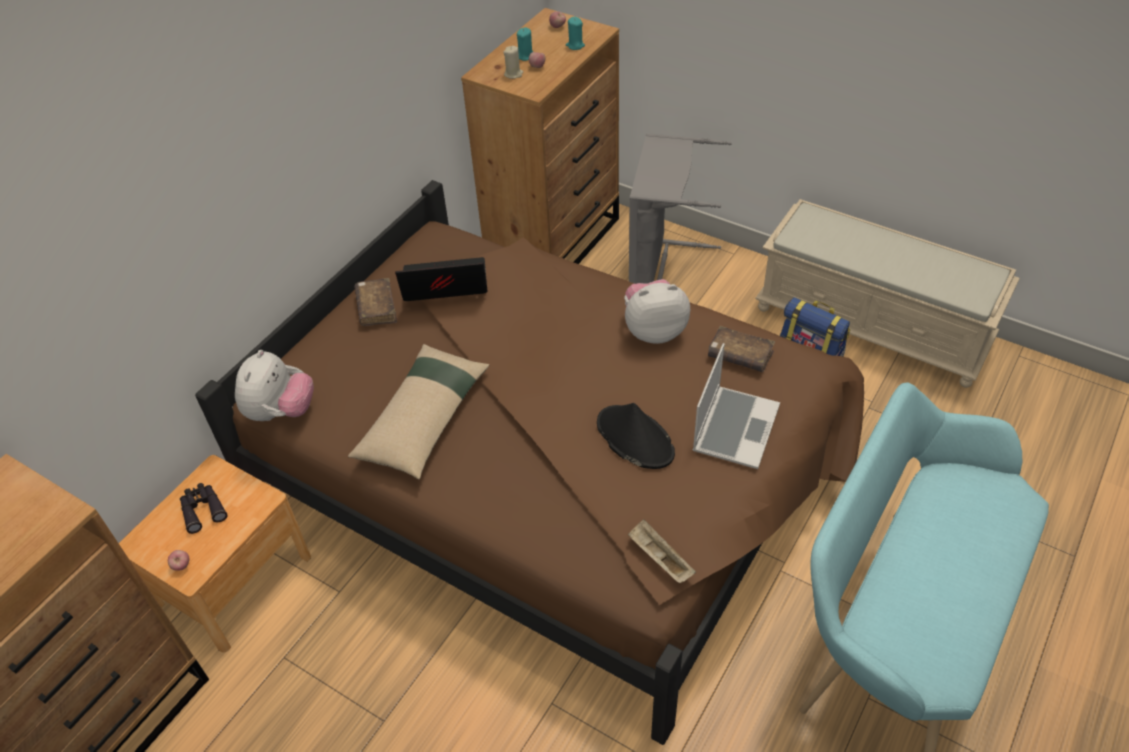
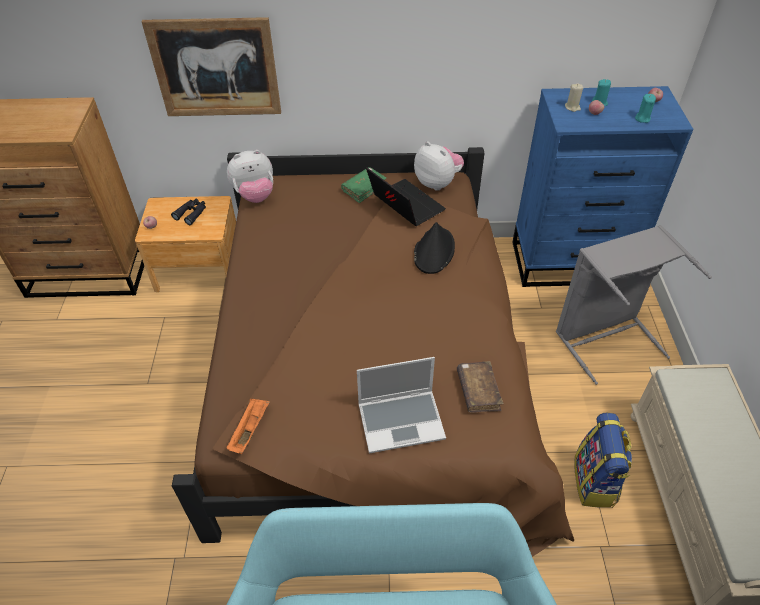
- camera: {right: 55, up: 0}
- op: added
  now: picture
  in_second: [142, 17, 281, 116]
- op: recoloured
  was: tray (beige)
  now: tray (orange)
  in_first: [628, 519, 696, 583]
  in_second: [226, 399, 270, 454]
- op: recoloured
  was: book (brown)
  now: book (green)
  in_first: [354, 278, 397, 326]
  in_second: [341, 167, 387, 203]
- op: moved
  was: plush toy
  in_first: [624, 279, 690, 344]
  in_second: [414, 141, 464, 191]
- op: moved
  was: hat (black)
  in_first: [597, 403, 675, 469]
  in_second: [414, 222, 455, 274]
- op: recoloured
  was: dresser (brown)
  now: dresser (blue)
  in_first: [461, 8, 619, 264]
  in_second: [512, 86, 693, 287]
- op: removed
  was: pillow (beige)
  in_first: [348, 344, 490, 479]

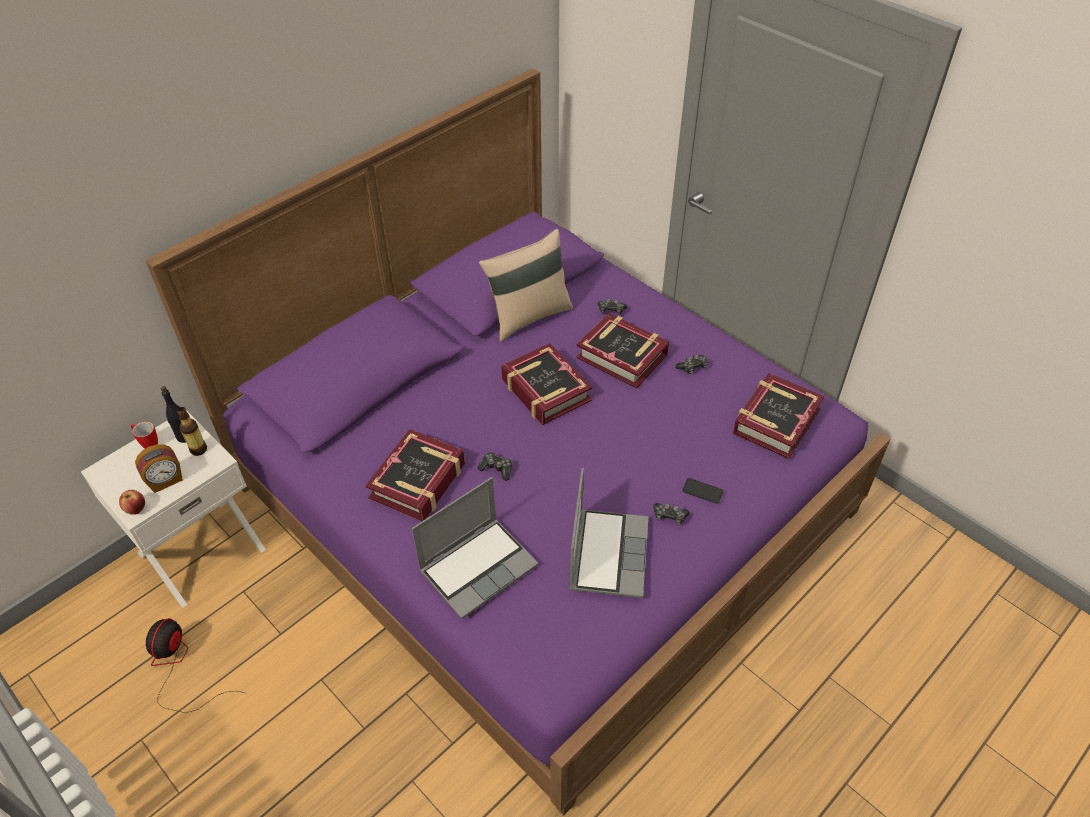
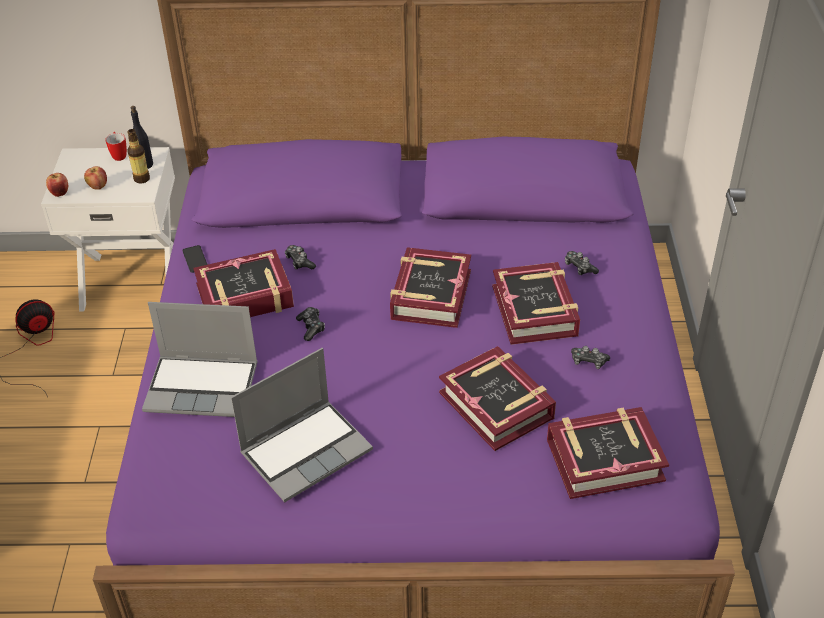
- camera: {right: 45, up: -5}
- op: replaced
  was: alarm clock
  now: apple
  in_first: [135, 444, 183, 493]
  in_second: [84, 166, 107, 190]
- op: moved
  was: phone
  in_first: [682, 478, 724, 504]
  in_second: [182, 245, 208, 273]
- op: moved
  was: game controller
  in_first: [653, 503, 689, 525]
  in_second: [285, 245, 316, 270]
- op: added
  now: book
  in_second: [439, 346, 556, 451]
- op: removed
  was: pillow (beige)
  in_first: [479, 229, 573, 342]

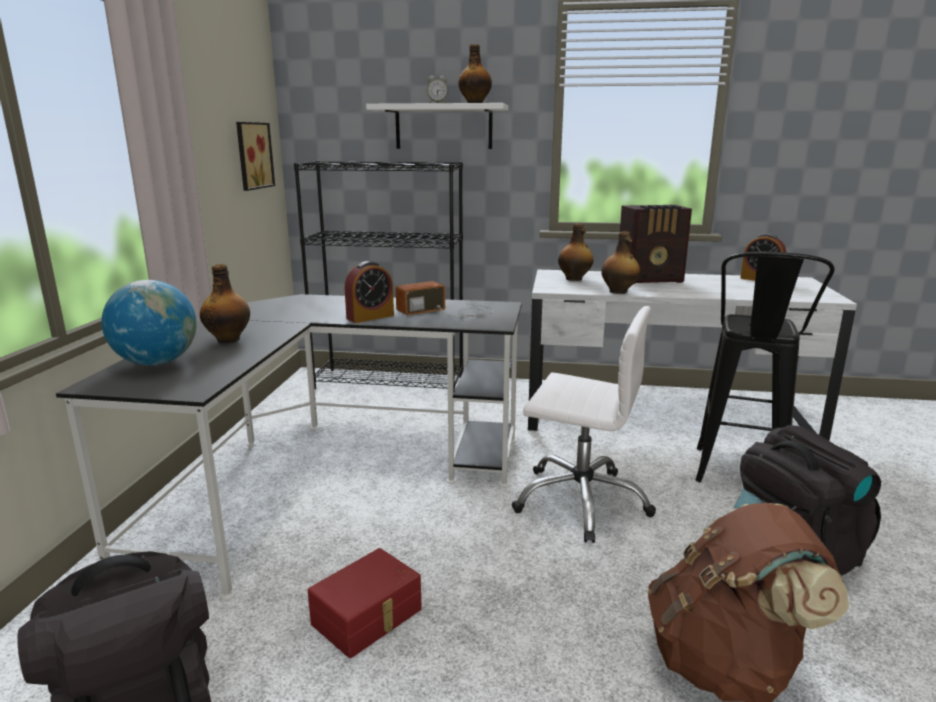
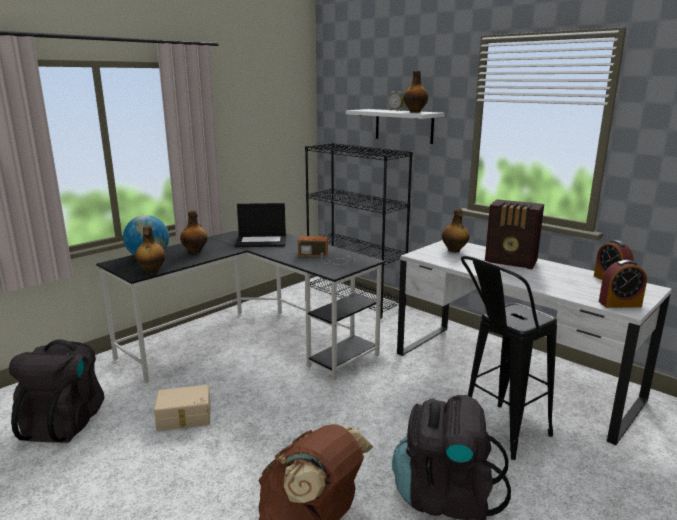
- camera: {right: 35, up: 0}
- op: moved
  was: bottle
  in_first: [601, 232, 640, 294]
  in_second: [135, 226, 166, 274]
- op: recoloured
  was: storage box (red)
  now: storage box (beige)
  in_first: [308, 548, 422, 658]
  in_second: [154, 385, 211, 431]
- op: added
  now: laptop
  in_second: [235, 203, 286, 247]
- op: moved
  was: alarm clock
  in_first: [345, 261, 394, 323]
  in_second: [599, 260, 647, 308]
- op: removed
  was: picture
  in_first: [236, 122, 275, 191]
- op: removed
  was: office chair (white)
  in_first: [512, 306, 656, 543]

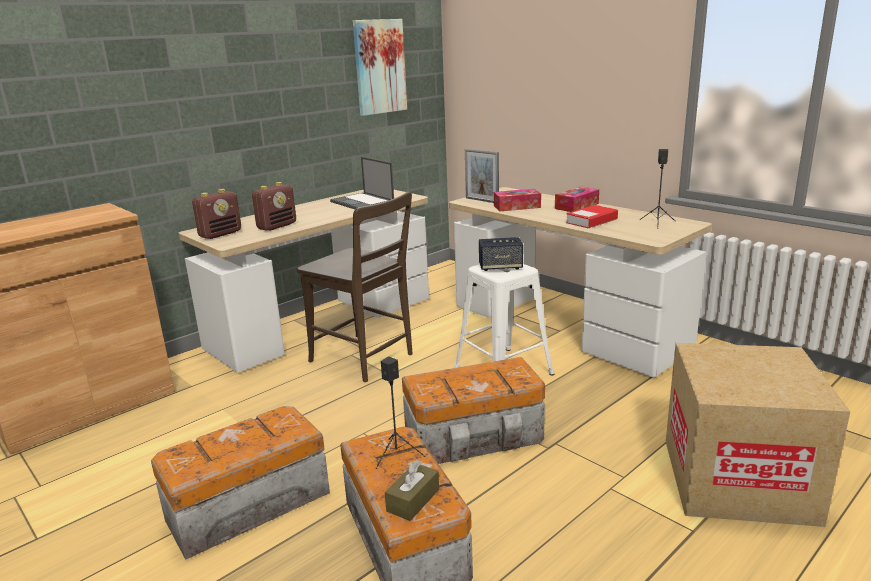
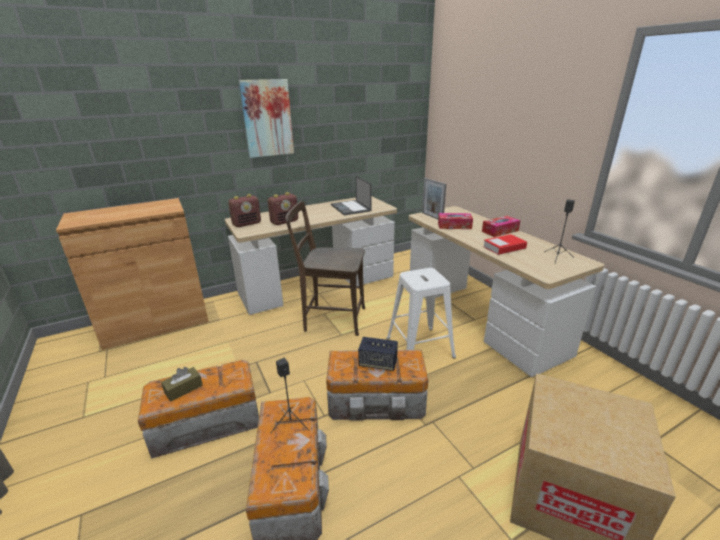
- camera: {right: 15, up: 5}
- op: moved
  was: tissue box (brown)
  in_first: [385, 460, 439, 521]
  in_second: [161, 367, 203, 402]
- op: moved
  was: picture
  in_first: [353, 19, 407, 116]
  in_second: [239, 79, 294, 158]
- op: turned
  was: chair (brown)
  in_first: [297, 192, 413, 382]
  in_second: [285, 201, 365, 336]
  clockwise: 135
- op: moved
  was: speaker
  in_first: [479, 237, 523, 271]
  in_second: [358, 337, 398, 371]

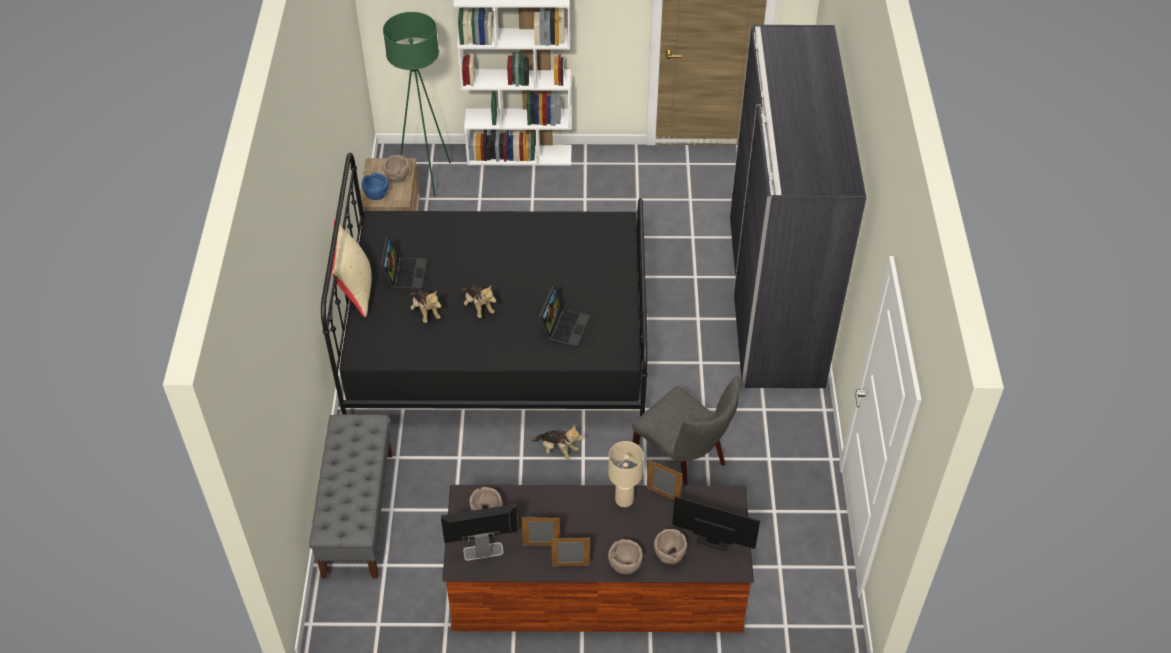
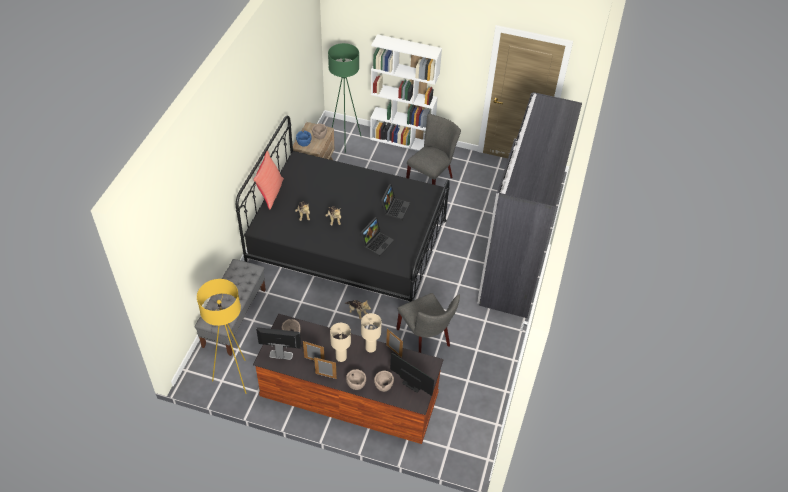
- camera: {right: 15, up: 0}
- op: added
  now: floor lamp (yellow)
  in_second: [197, 279, 246, 394]
- op: recoloured
  was: pillow (beige)
  now: pillow (red)
  in_first: [331, 218, 371, 317]
  in_second: [253, 150, 284, 209]
- op: added
  now: table lamp (beige)
  in_second: [330, 323, 351, 362]
- op: moved
  was: laptop
  in_first: [380, 236, 427, 290]
  in_second: [381, 184, 410, 220]
- op: added
  now: chair (grey)
  in_second: [406, 114, 461, 185]

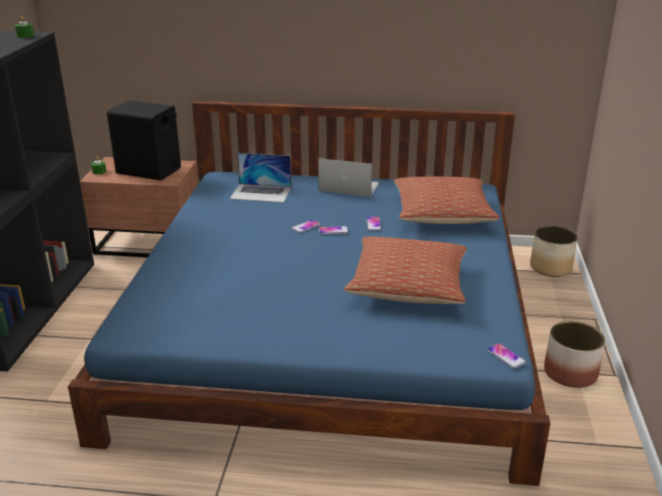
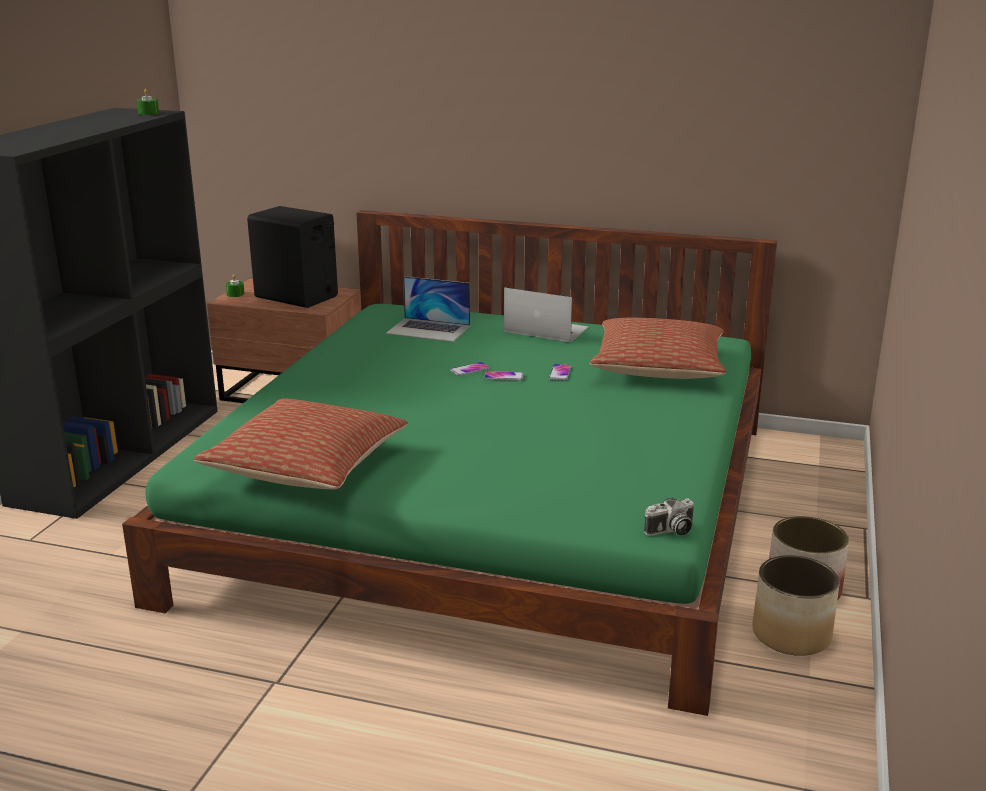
- camera: {right: 10, up: -5}
- op: recoloured
  was: bed (blue)
  now: bed (green)
  in_first: [68, 101, 550, 486]
  in_second: [122, 210, 777, 716]
- op: moved
  was: pillow
  in_first: [344, 236, 467, 304]
  in_second: [194, 398, 408, 489]
- op: replaced
  was: phone
  now: photo camera
  in_first: [487, 343, 526, 369]
  in_second: [644, 497, 694, 536]
- op: moved
  was: planter
  in_first: [530, 226, 578, 277]
  in_second: [753, 555, 840, 656]

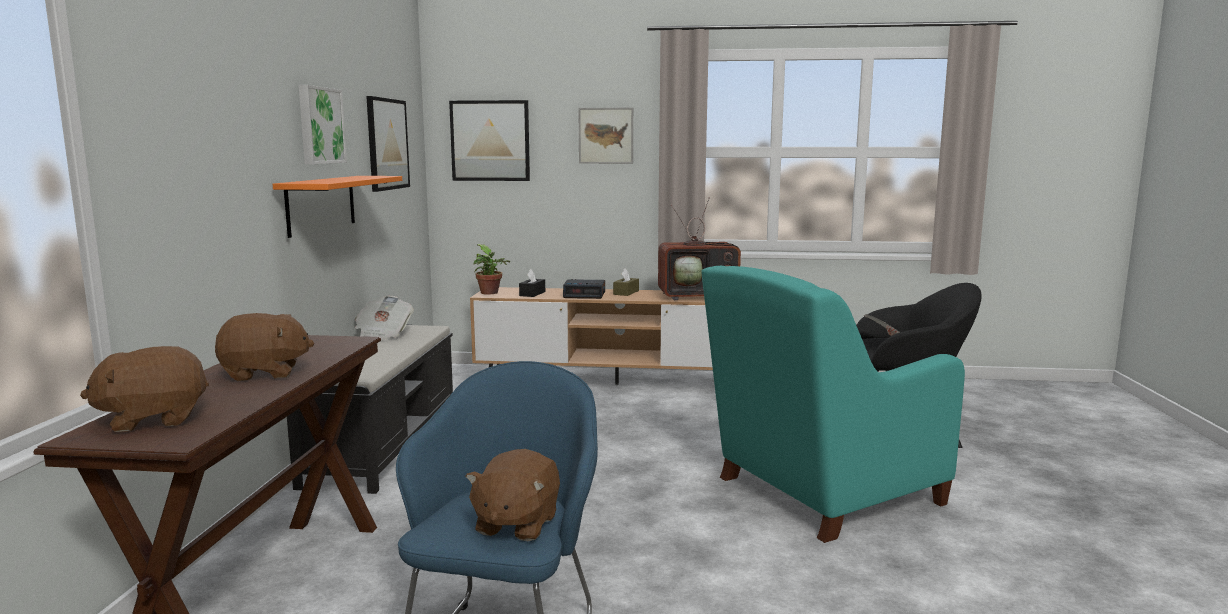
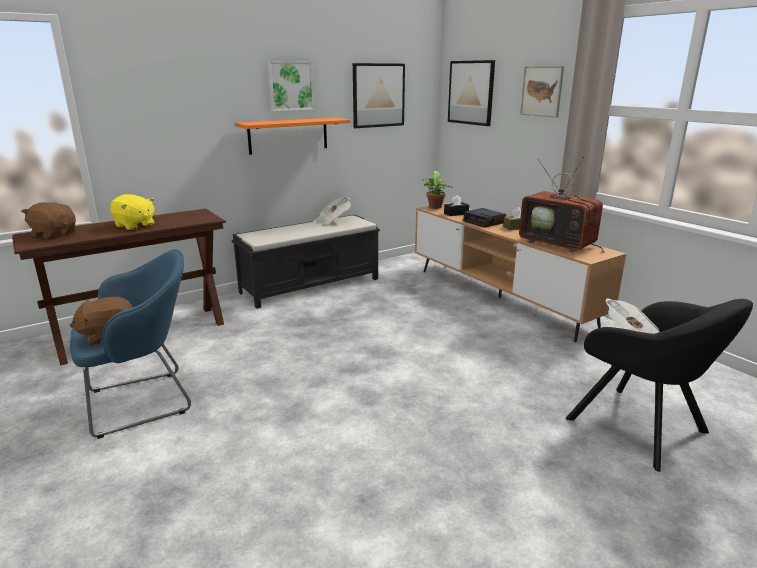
- camera: {right: 50, up: 10}
- op: recoloured
  was: plush toy (brown)
  now: plush toy (yellow)
  in_first: [215, 313, 314, 381]
  in_second: [110, 194, 155, 230]
- op: removed
  was: armchair (turquoise)
  in_first: [701, 266, 965, 543]

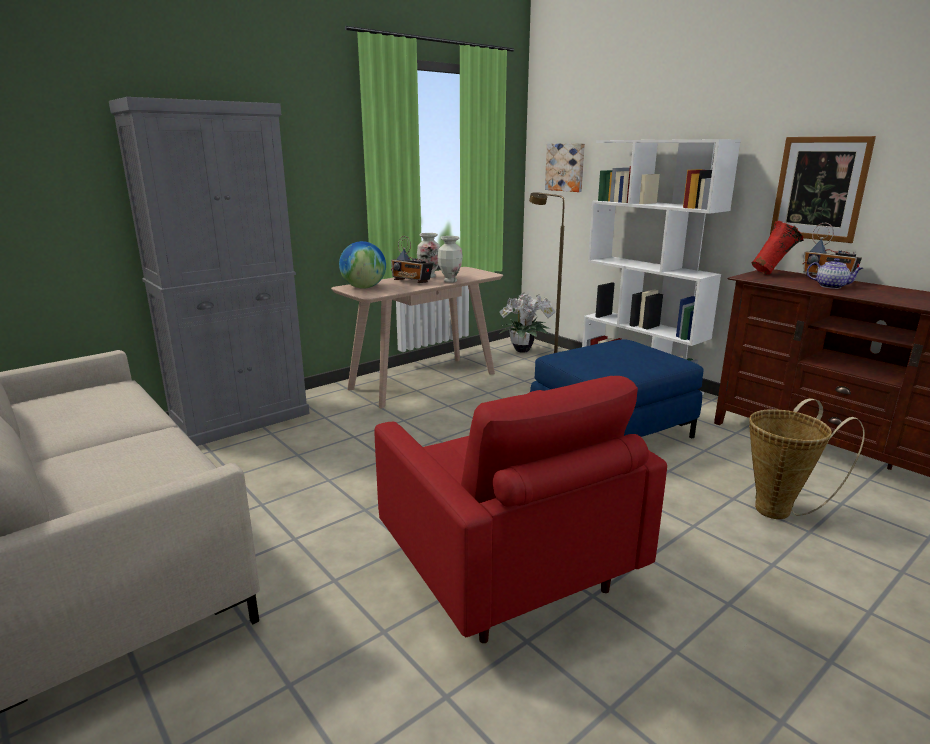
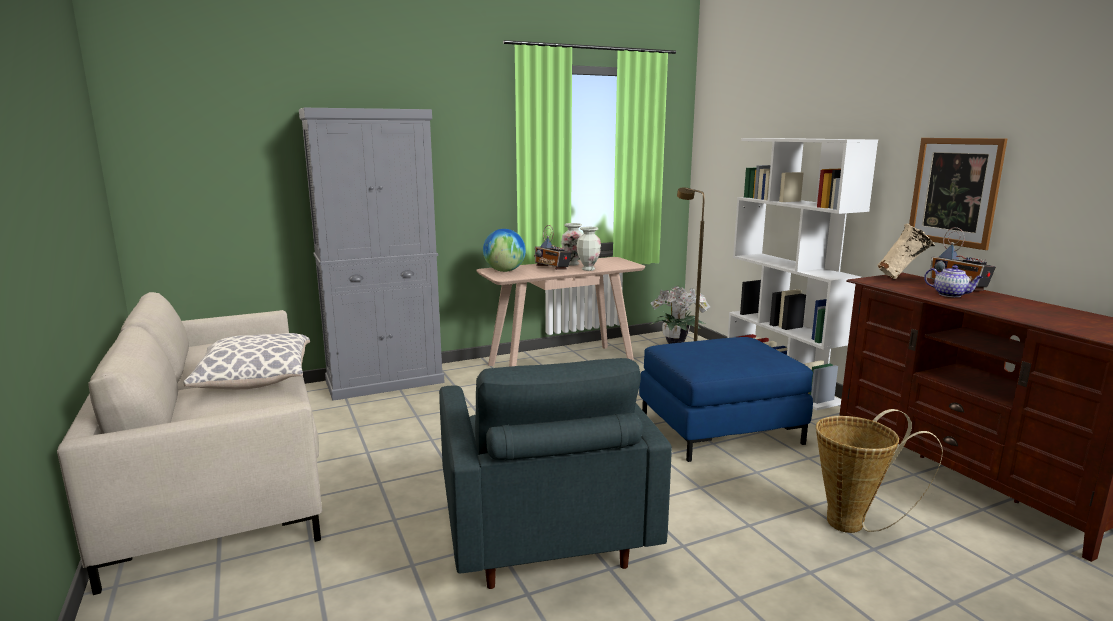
- camera: {right: 15, up: -5}
- op: added
  now: pillow
  in_second: [183, 333, 310, 389]
- op: recoloured
  was: armchair (red)
  now: armchair (grey)
  in_first: [374, 376, 667, 643]
  in_second: [439, 358, 672, 589]
- op: recoloured
  was: vase (red)
  now: vase (beige)
  in_first: [752, 221, 804, 275]
  in_second: [877, 224, 935, 279]
- op: removed
  was: picture
  in_first: [545, 143, 585, 192]

